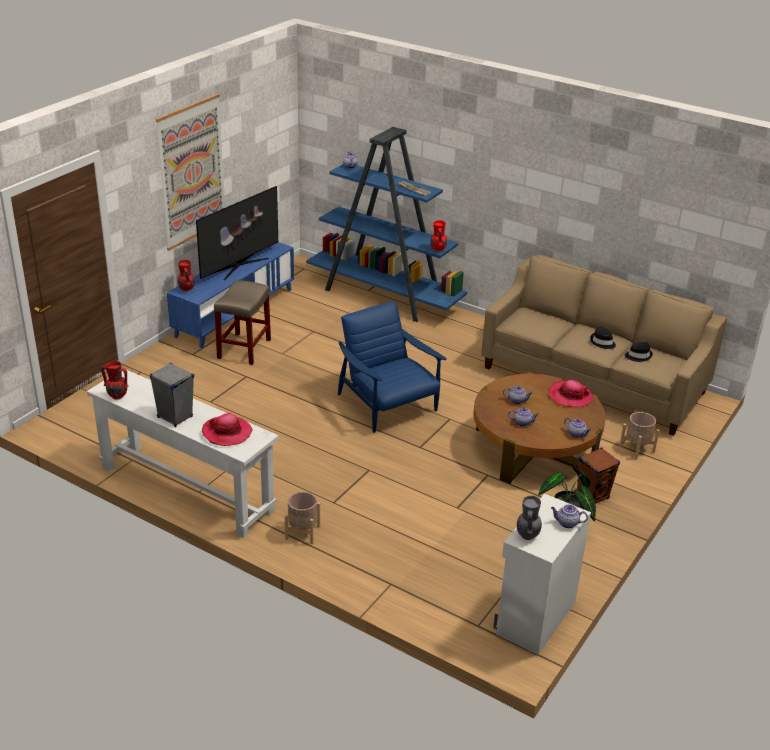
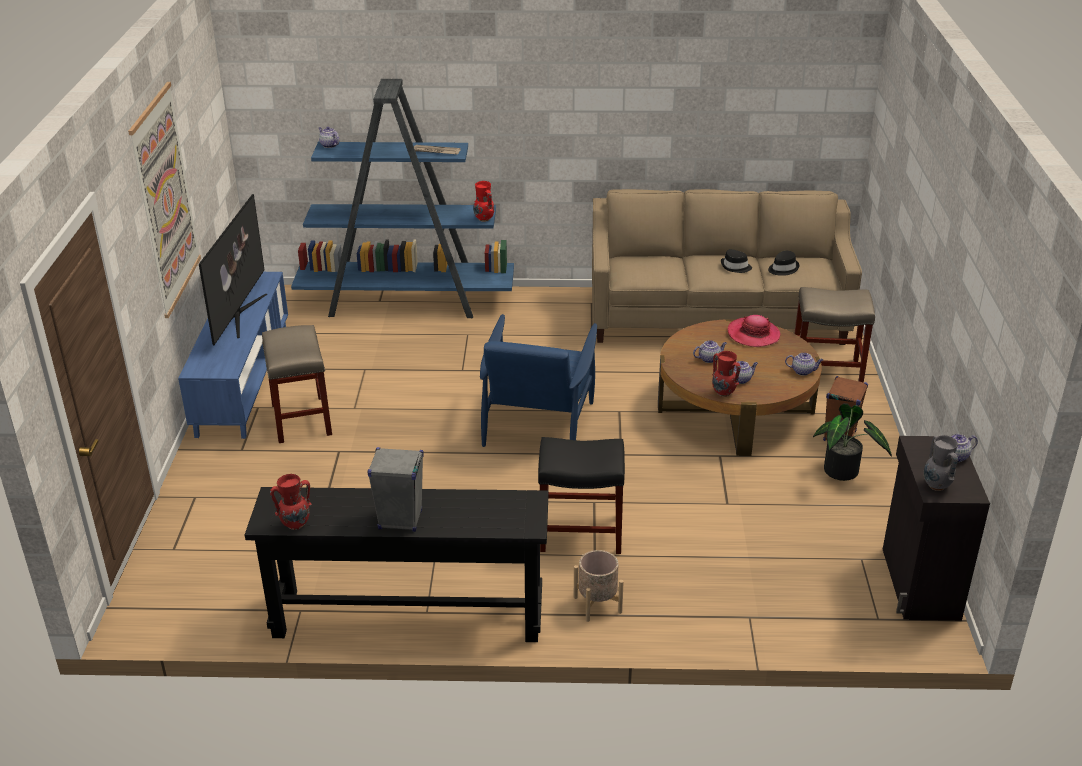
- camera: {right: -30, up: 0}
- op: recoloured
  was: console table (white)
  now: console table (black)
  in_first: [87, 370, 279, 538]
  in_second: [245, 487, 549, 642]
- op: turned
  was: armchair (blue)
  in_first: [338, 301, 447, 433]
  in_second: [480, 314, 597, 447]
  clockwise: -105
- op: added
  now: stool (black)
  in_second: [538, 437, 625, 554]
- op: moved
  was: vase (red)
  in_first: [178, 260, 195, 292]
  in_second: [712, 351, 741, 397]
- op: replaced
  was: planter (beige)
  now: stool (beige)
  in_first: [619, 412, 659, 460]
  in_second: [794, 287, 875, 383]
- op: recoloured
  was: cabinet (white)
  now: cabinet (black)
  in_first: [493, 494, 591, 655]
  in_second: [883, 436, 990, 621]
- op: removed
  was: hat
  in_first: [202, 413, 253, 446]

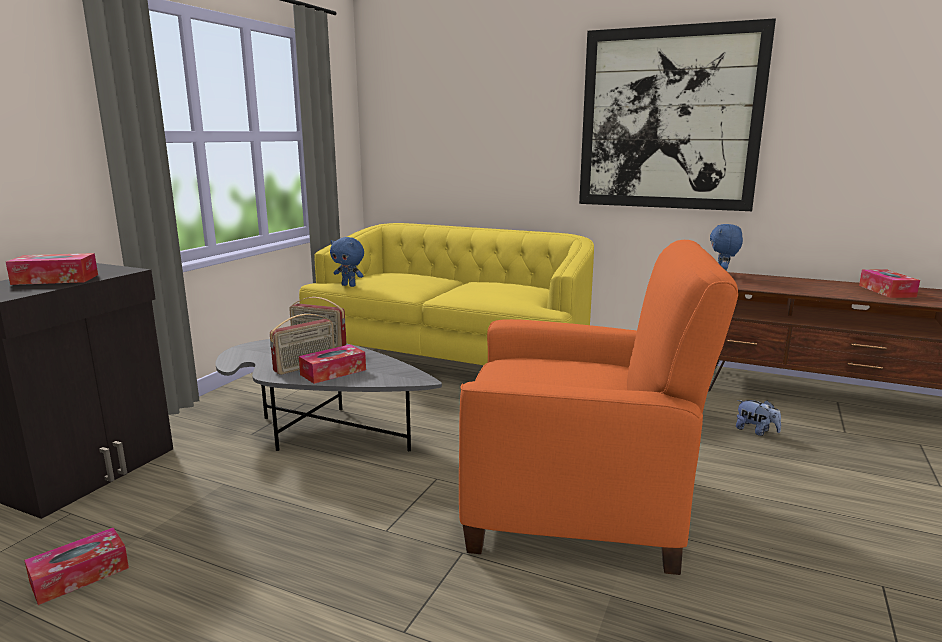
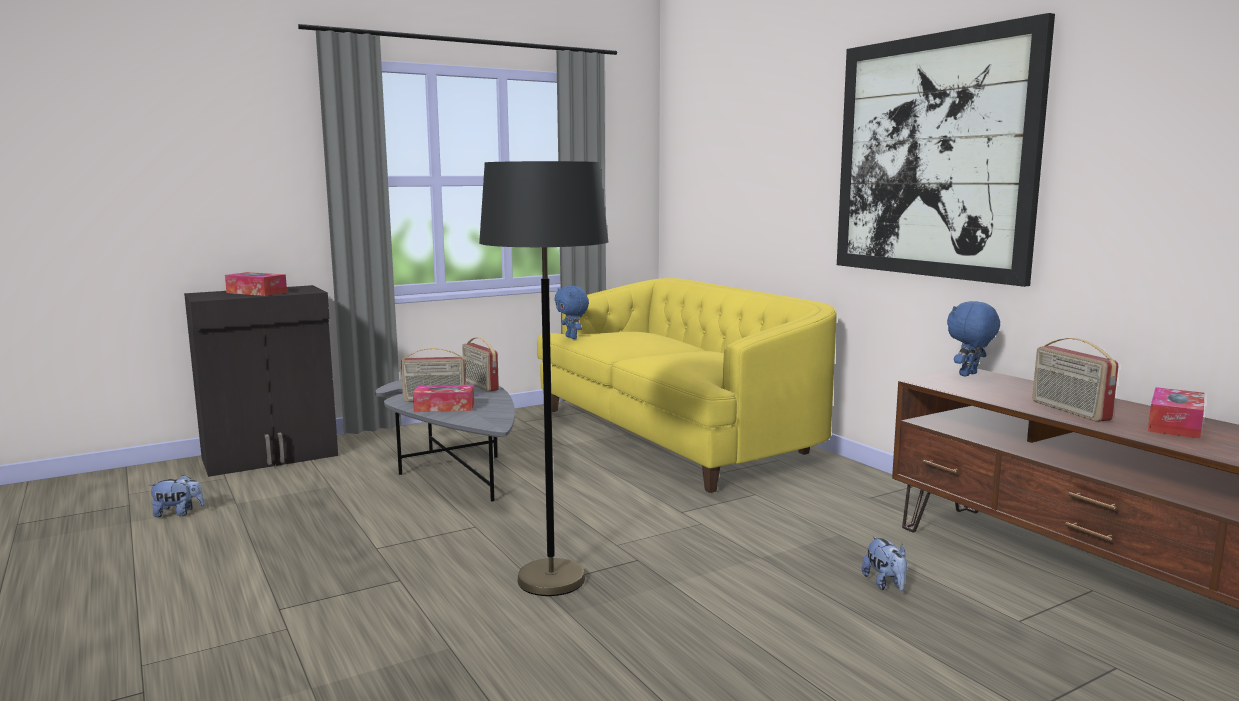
- camera: {right: 35, up: -5}
- op: replaced
  was: tissue box
  now: plush toy
  in_first: [24, 527, 129, 605]
  in_second: [148, 475, 205, 517]
- op: replaced
  was: armchair (orange)
  now: floor lamp (black)
  in_first: [459, 240, 738, 575]
  in_second: [479, 161, 609, 596]
- op: added
  now: radio
  in_second: [1032, 338, 1119, 422]

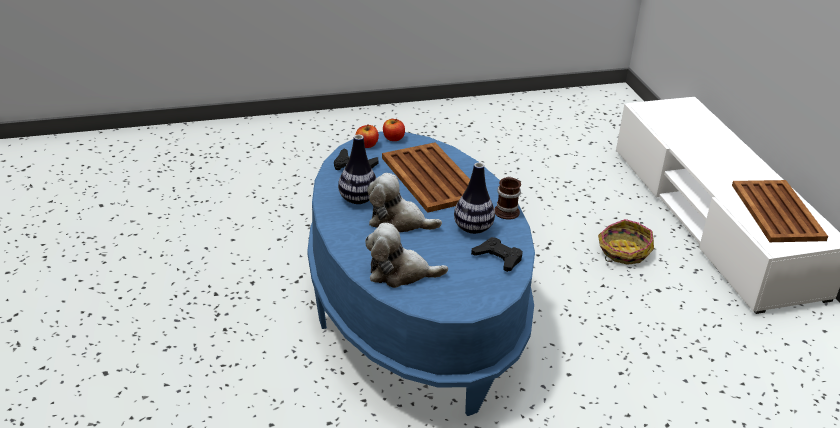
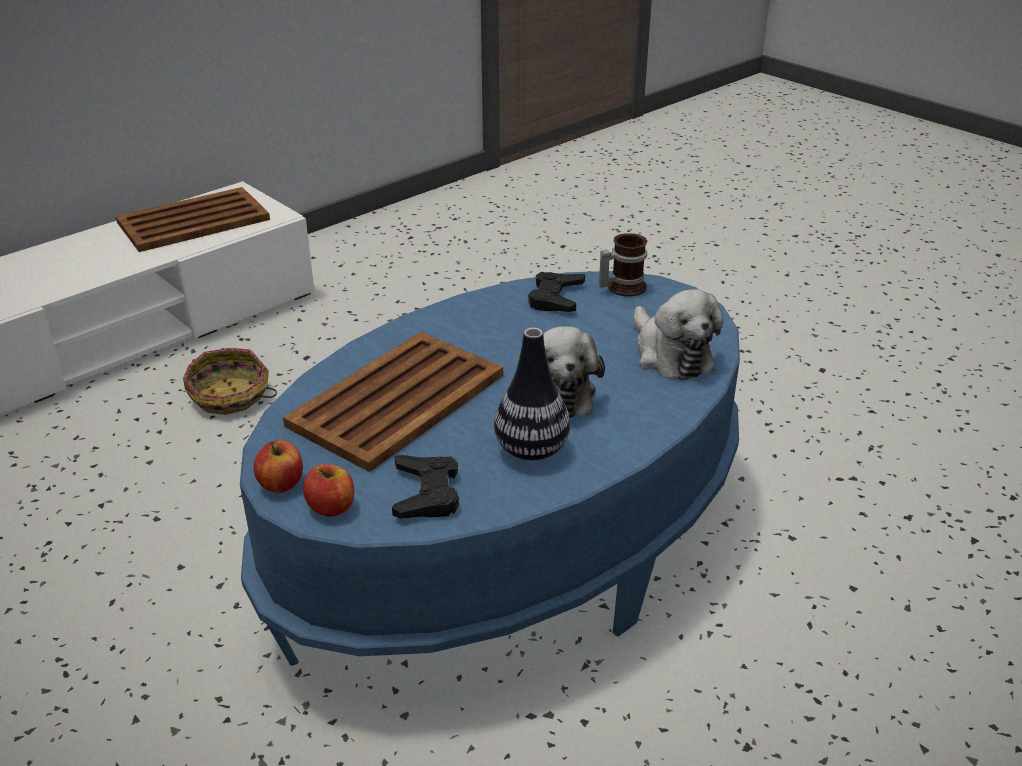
- camera: {right: -115, up: 0}
- op: moved
  was: mug
  in_first: [494, 177, 521, 219]
  in_second: [599, 233, 647, 296]
- op: removed
  was: vase
  in_first: [454, 162, 495, 234]

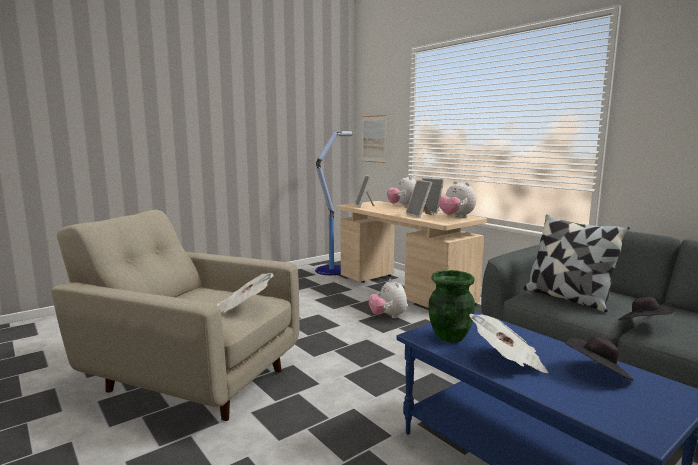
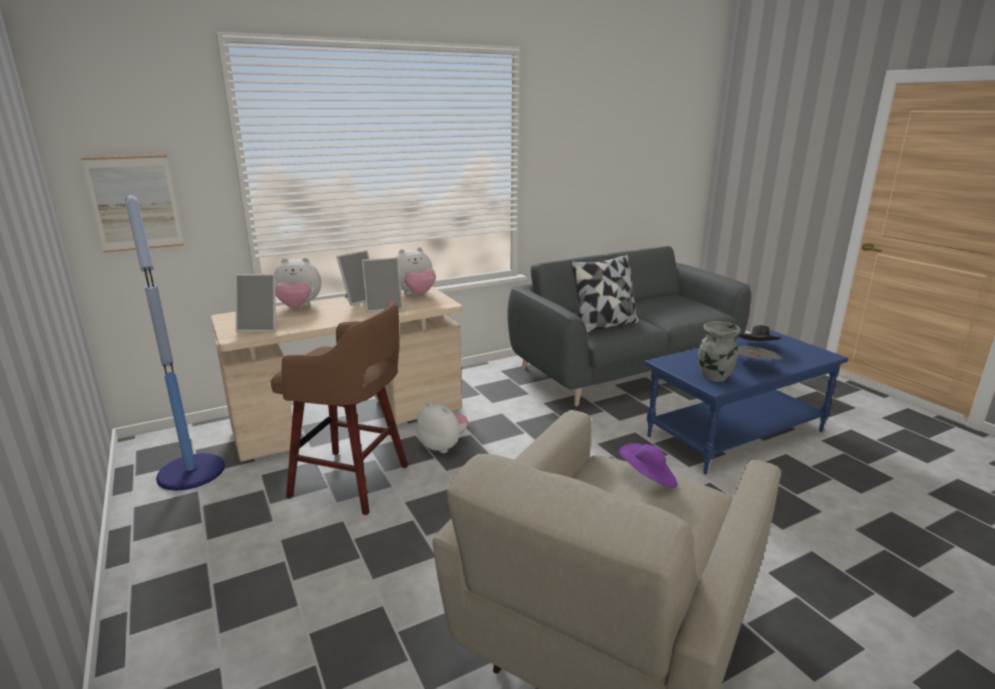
- camera: {right: -80, up: 10}
- op: added
  now: stool (brown)
  in_second: [271, 300, 408, 515]
- op: turned
  was: plush toy
  in_first: [369, 279, 407, 318]
  in_second: [417, 402, 468, 453]
  clockwise: -135
- op: replaced
  was: newspaper
  now: hat (purple)
  in_first: [216, 273, 274, 313]
  in_second: [618, 443, 678, 488]
- op: recoloured
  was: vase (green)
  now: vase (grey)
  in_first: [429, 270, 475, 343]
  in_second: [698, 321, 741, 382]
- op: removed
  was: hat (black)
  in_first: [618, 297, 675, 320]

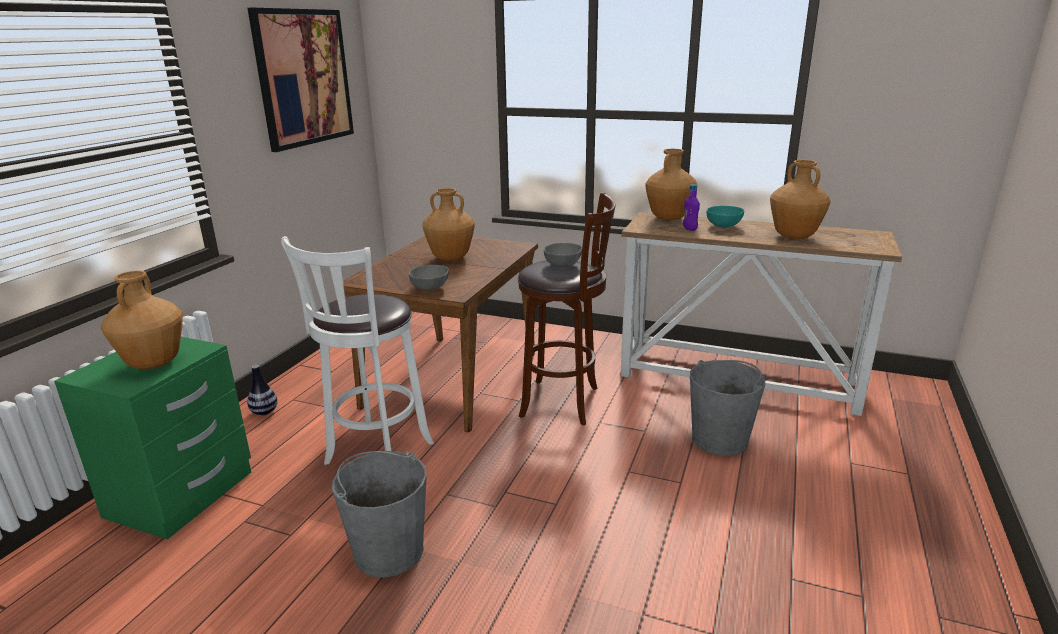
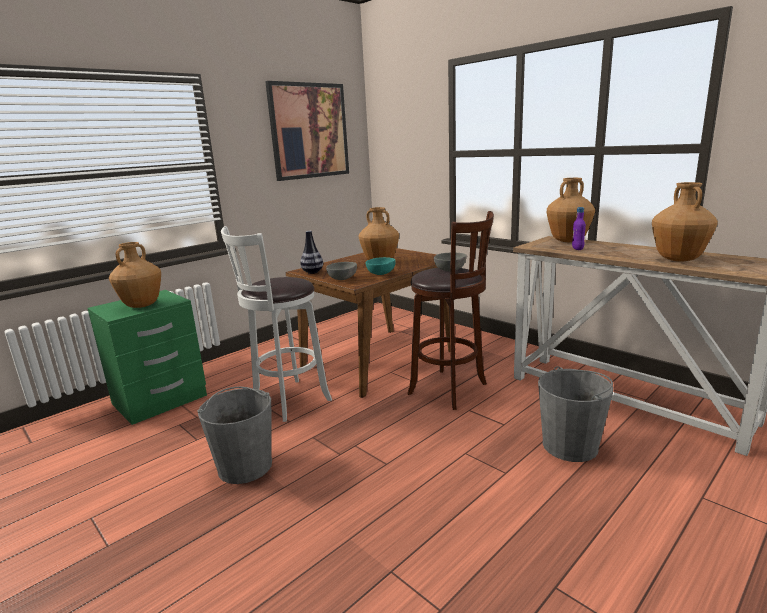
- camera: {right: 25, up: -5}
- op: moved
  was: vase
  in_first: [247, 365, 278, 415]
  in_second: [300, 231, 323, 274]
- op: moved
  was: bowl (turquoise)
  in_first: [707, 206, 744, 227]
  in_second: [366, 257, 396, 275]

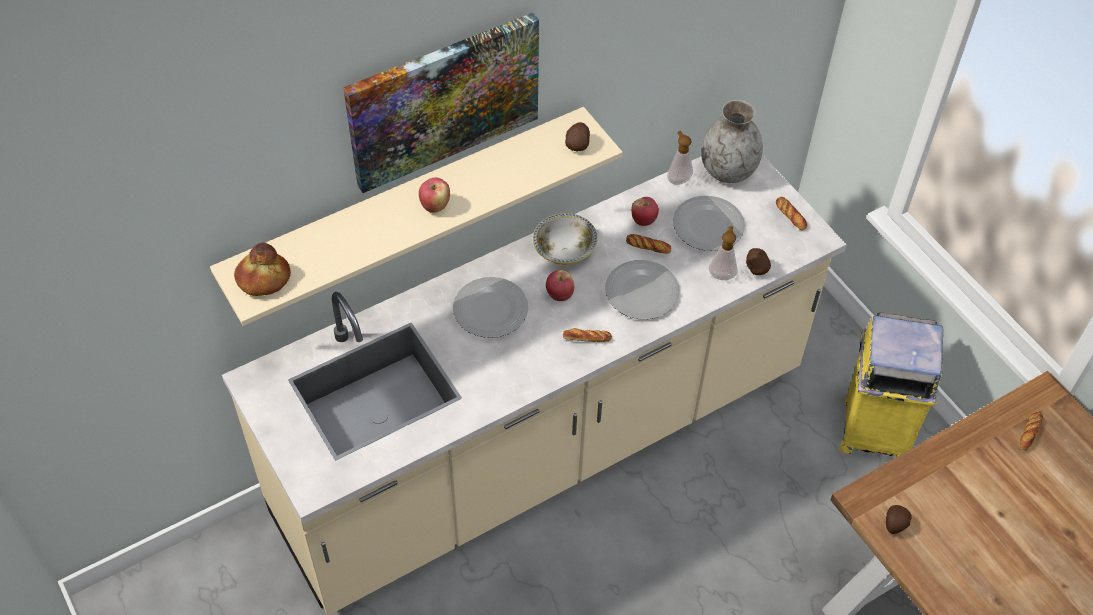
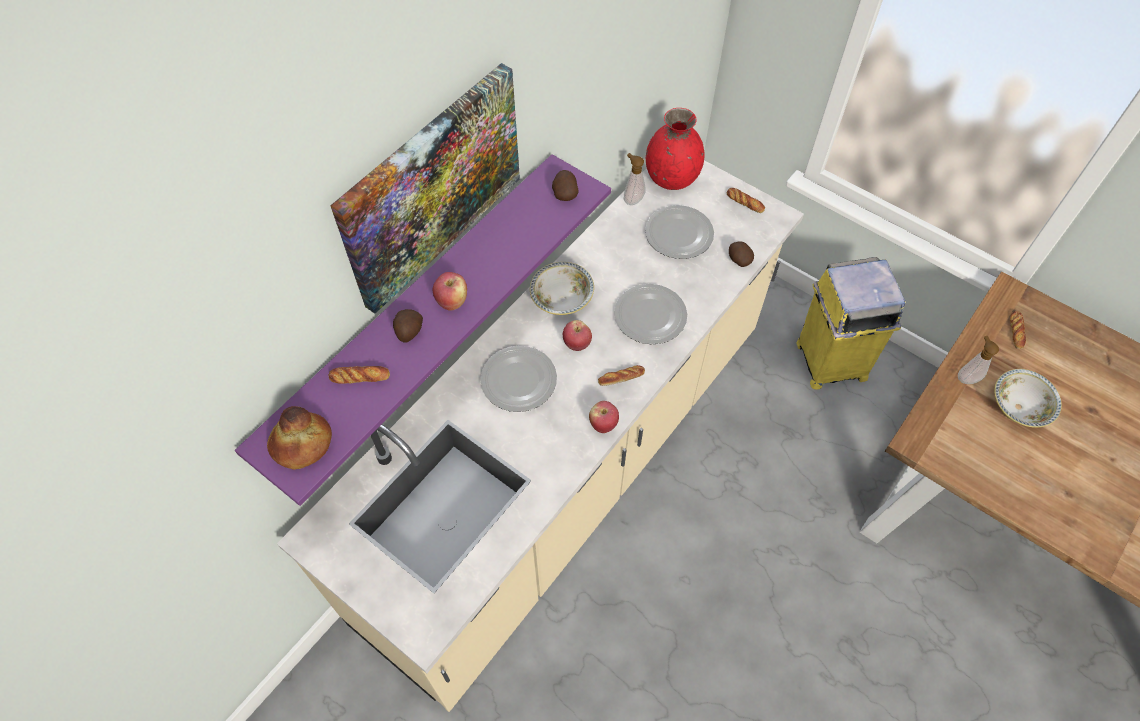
- camera: {right: -20, up: 5}
- op: recoloured
  was: shelf (beige)
  now: shelf (purple)
  in_first: [210, 107, 623, 326]
  in_second: [235, 154, 611, 506]
- op: moved
  was: bread
  in_first: [626, 234, 671, 254]
  in_second: [329, 366, 390, 384]
- op: moved
  was: potato
  in_first: [886, 505, 912, 534]
  in_second: [393, 309, 423, 343]
- op: moved
  was: apple
  in_first: [631, 197, 659, 226]
  in_second: [589, 401, 619, 433]
- op: recoloured
  was: vase (grey)
  now: vase (red)
  in_first: [701, 100, 763, 183]
  in_second: [646, 108, 705, 190]
- op: moved
  was: soap dispenser
  in_first: [709, 226, 738, 280]
  in_second: [958, 336, 999, 384]
- op: added
  now: bowl
  in_second: [994, 369, 1062, 428]

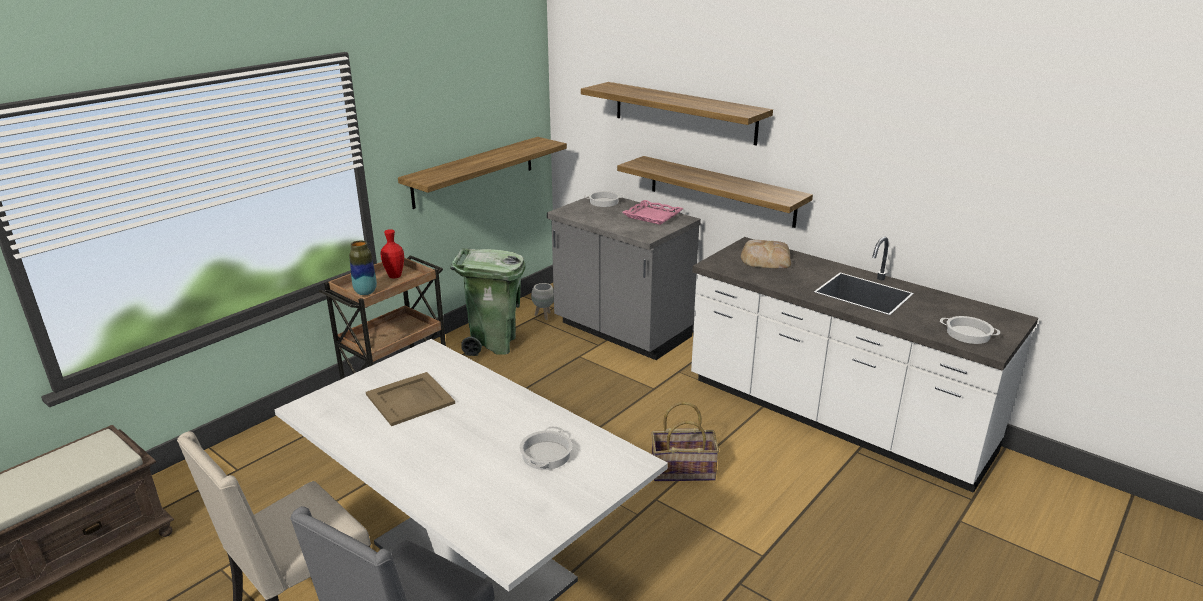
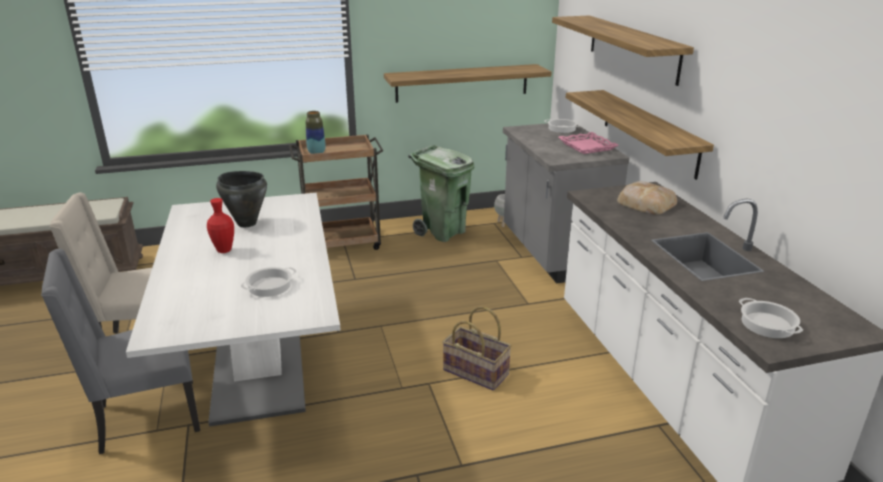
- camera: {right: 35, up: 0}
- op: moved
  was: vase (red)
  in_first: [380, 229, 404, 279]
  in_second: [207, 198, 234, 253]
- op: replaced
  was: tray (beige)
  now: cooking pot (black)
  in_first: [366, 372, 455, 426]
  in_second: [216, 171, 267, 227]

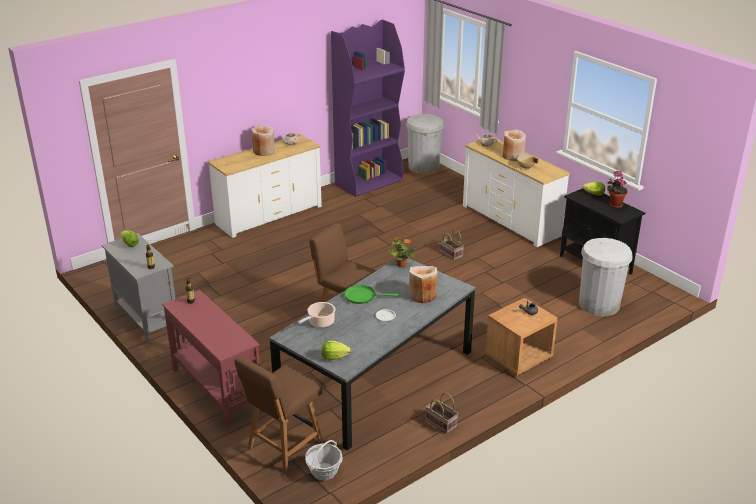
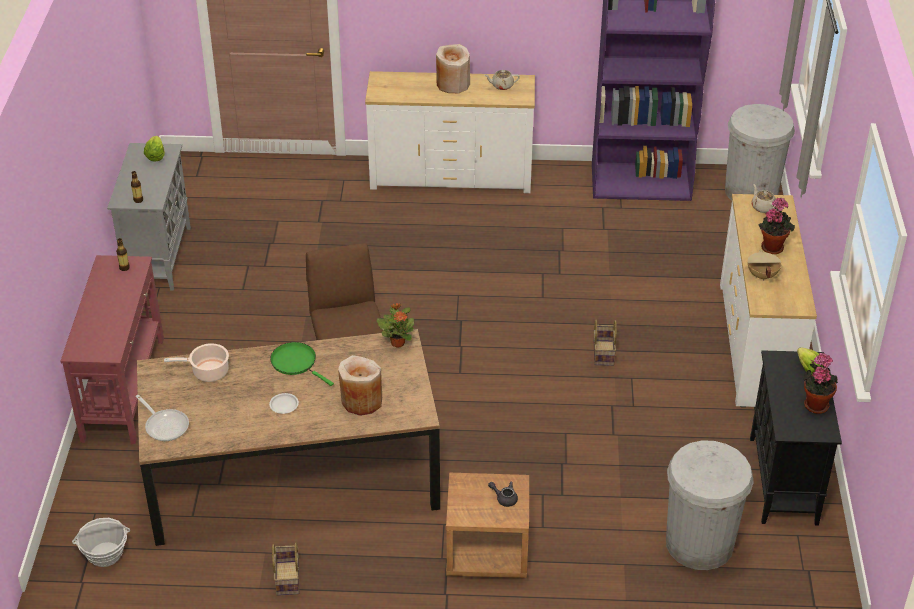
- camera: {right: 40, up: 10}
- op: replaced
  was: lettuce
  now: frying pan
  in_first: [322, 341, 351, 360]
  in_second: [135, 395, 189, 441]
- op: recoloured
  was: dining table (grey)
  now: dining table (brown)
  in_first: [269, 258, 475, 451]
  in_second: [137, 329, 440, 546]
- op: replaced
  was: vase (beige)
  now: potted plant
  in_first: [503, 129, 526, 161]
  in_second: [759, 198, 795, 254]
- op: removed
  was: chair (brown)
  in_first: [234, 356, 323, 472]

